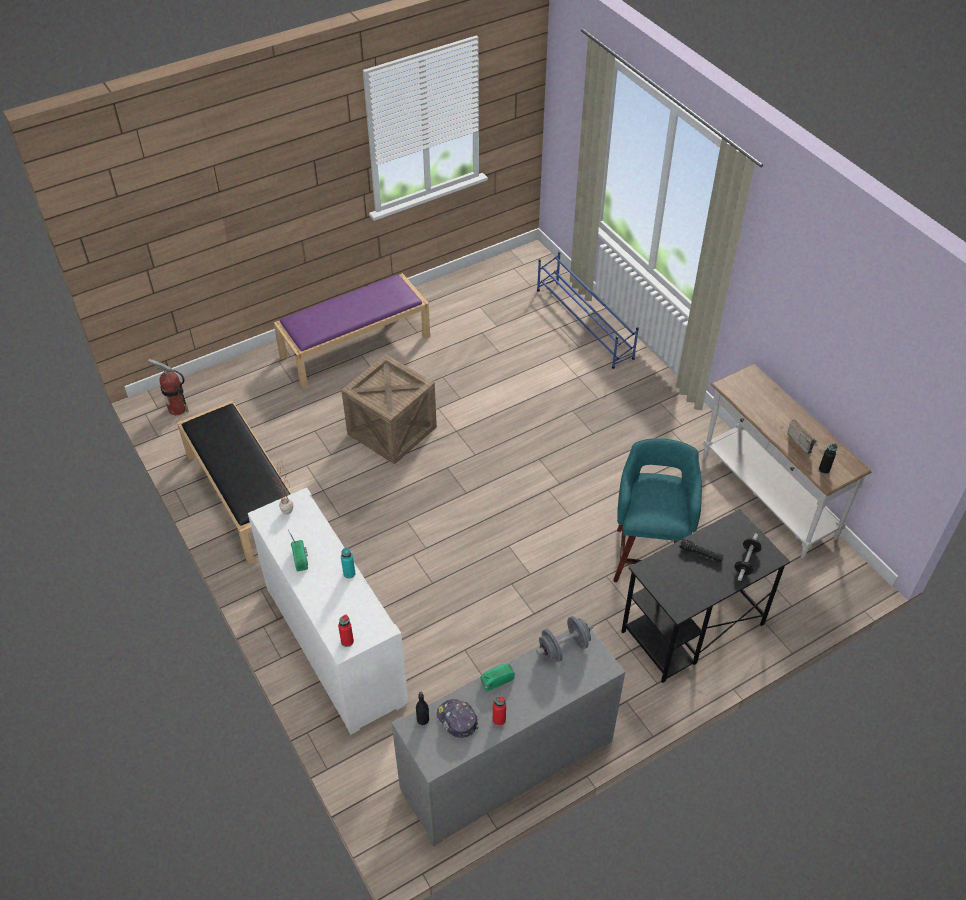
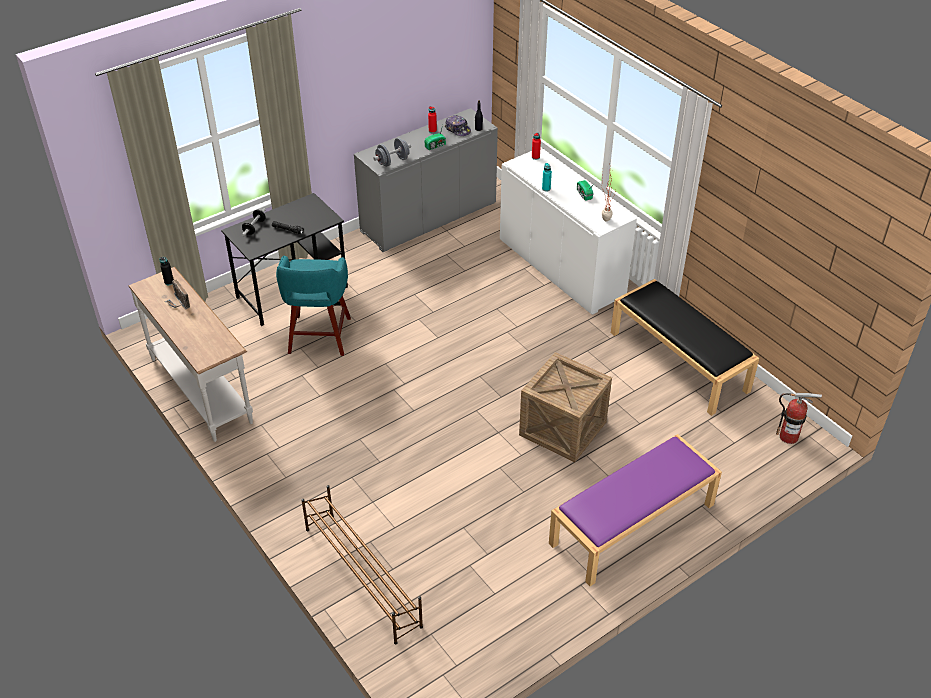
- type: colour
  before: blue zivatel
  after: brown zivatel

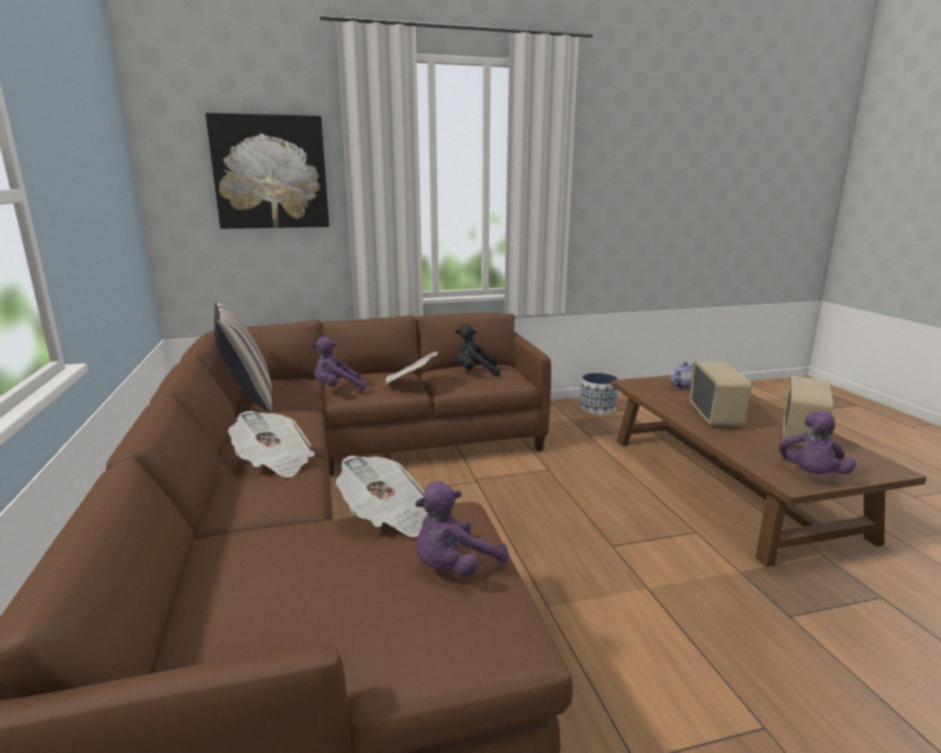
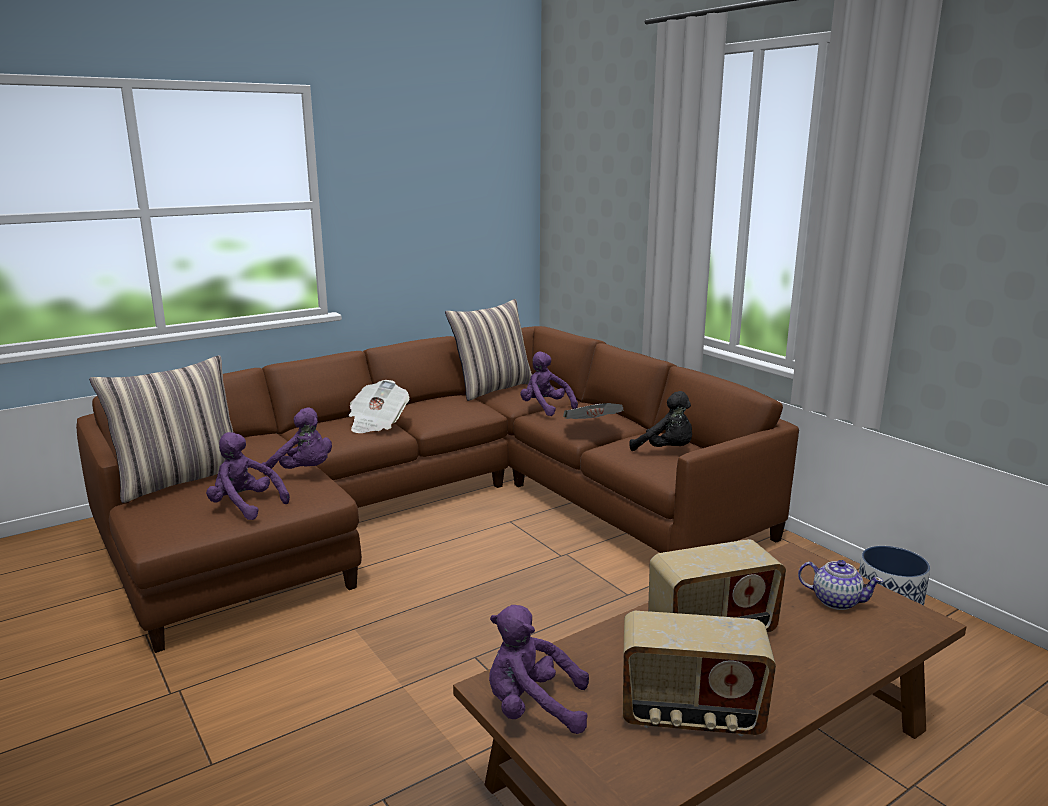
- type: appeared
  after: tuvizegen (no. 1 from left)
- type: exchanged
  before: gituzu (no. 2 from left)
  after: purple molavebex (no. 2 from left)
- type: spun
  before: black molavebex
  turn: 150
- type: missing
  before: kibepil

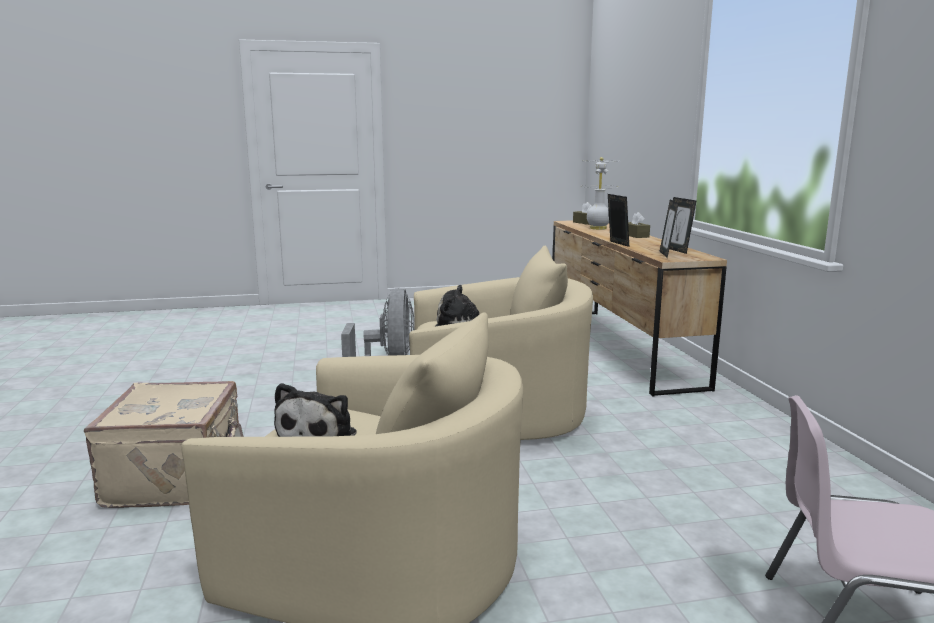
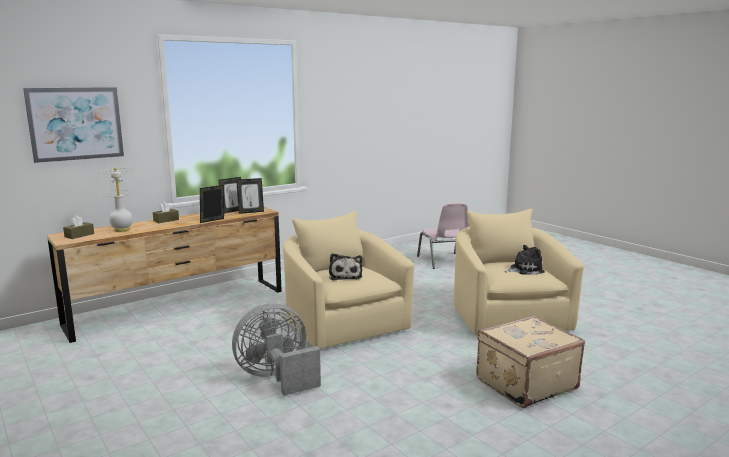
- type: appeared
  after: kibepil

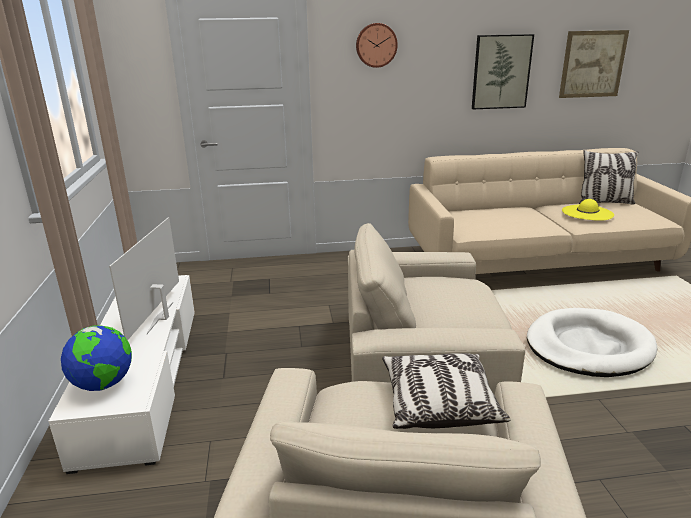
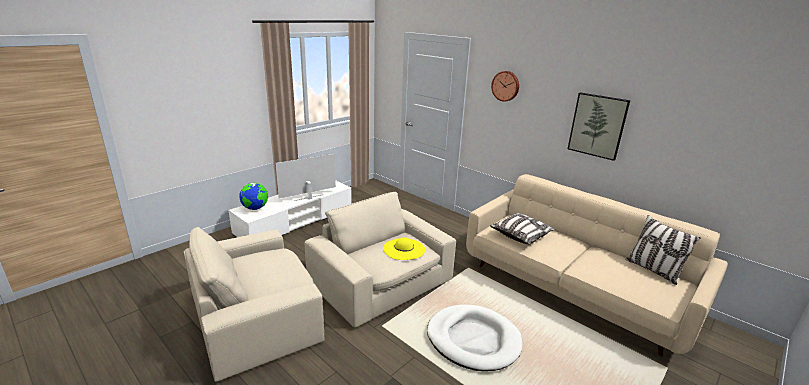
- type: relocated
  before: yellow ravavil
- type: relocated
  before: tuvizegen (no. 1 from left)
- type: missing
  before: kibepil (no. 2 from left)

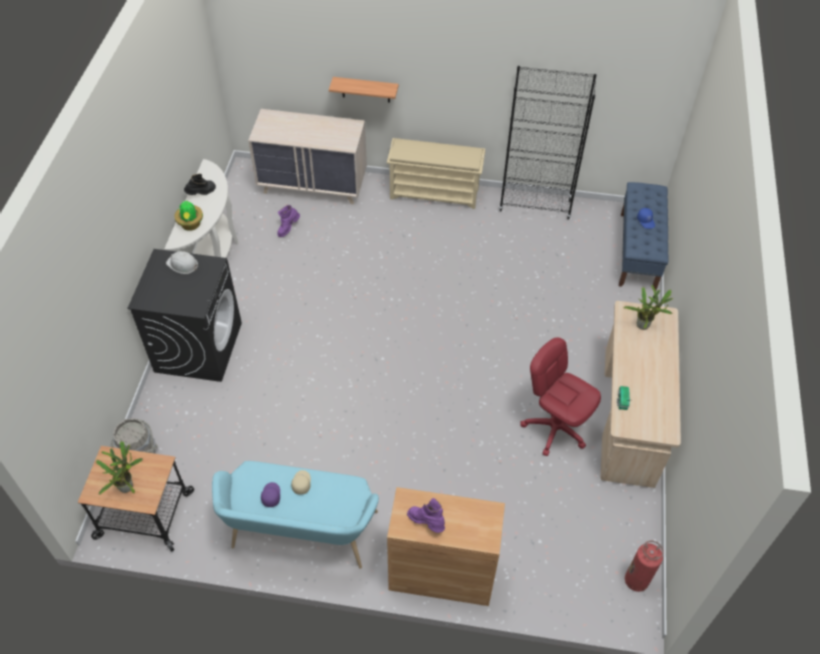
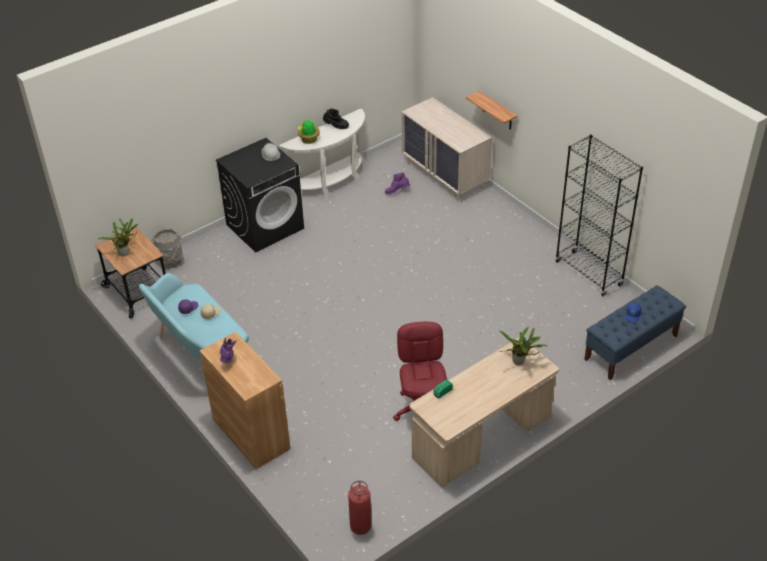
- type: missing
  before: beige zivatel

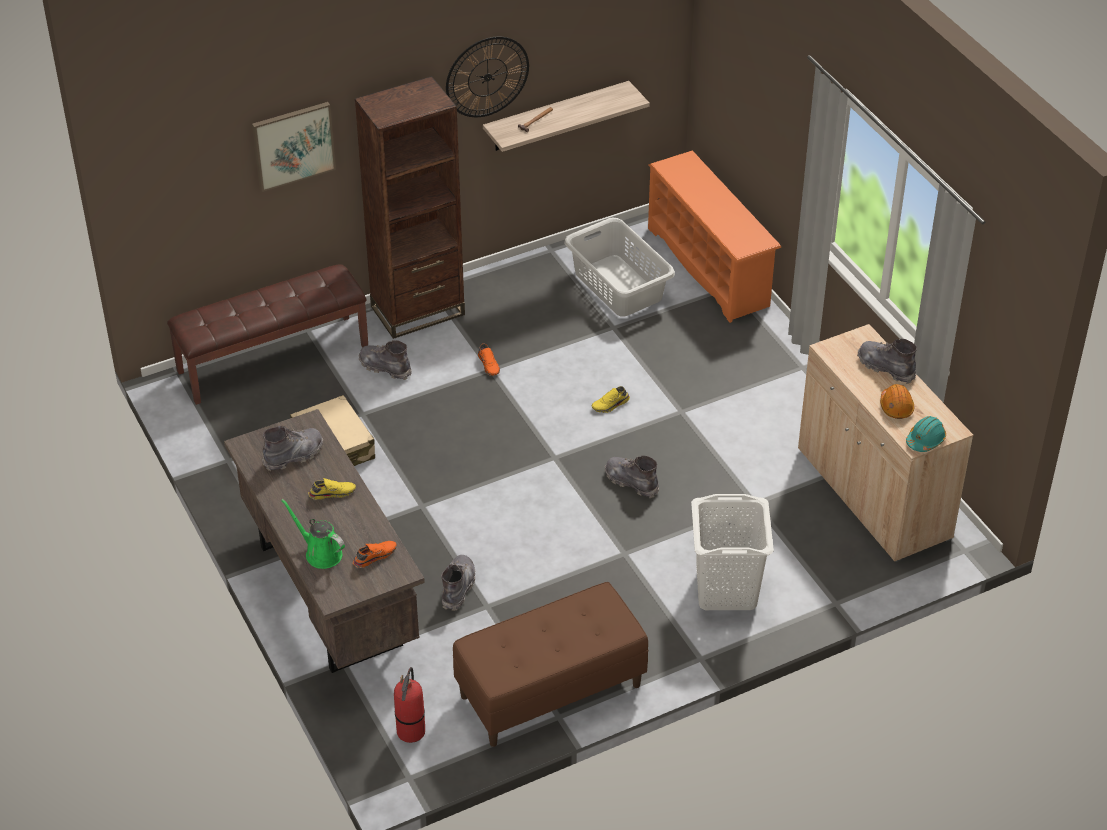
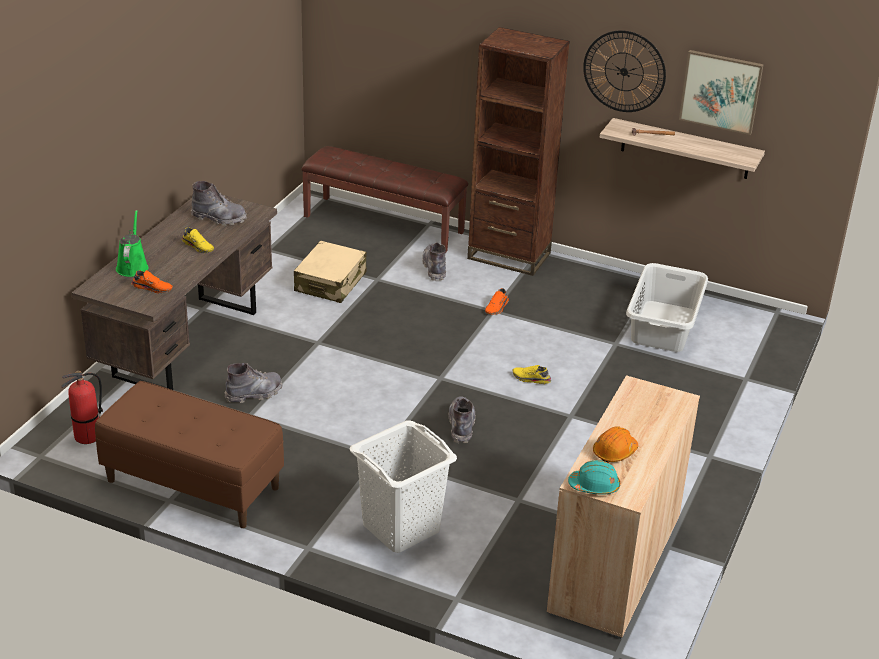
- type: relocated
  before: kibepil
- type: missing
  before: orange zivatel
- type: missing
  before: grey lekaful (no. 5 from left)

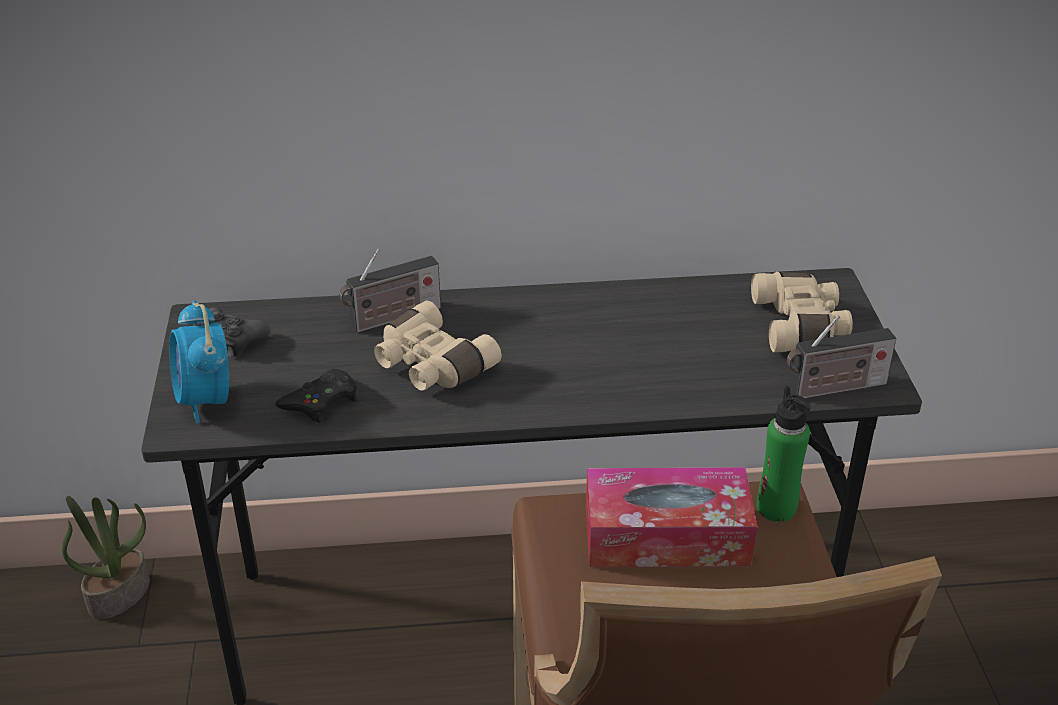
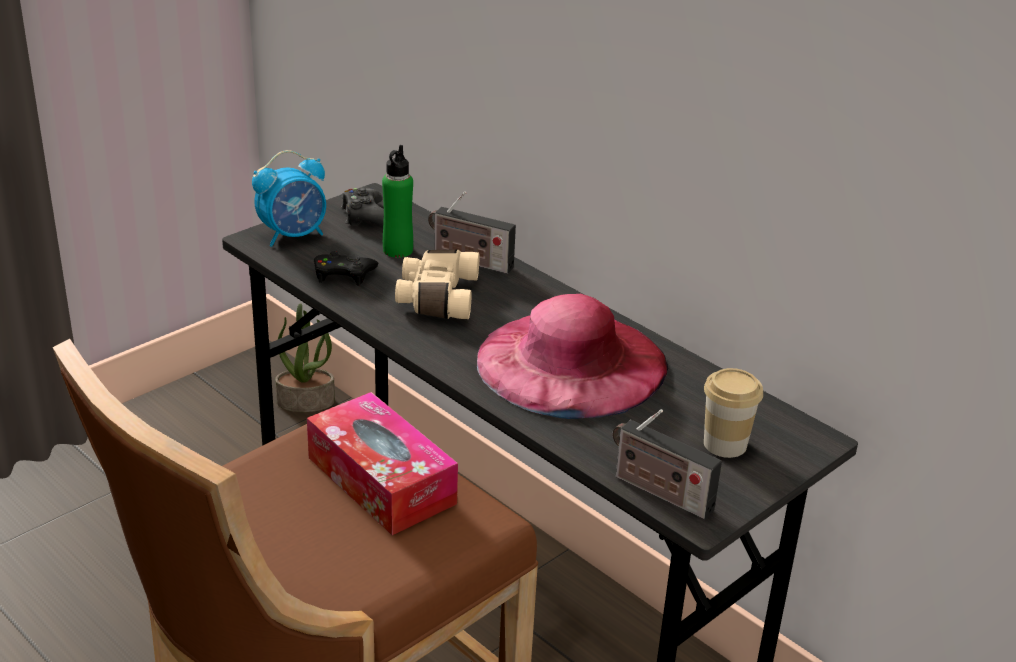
- type: spun
  before: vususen
  turn: -150
- type: relocated
  before: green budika
- type: appeared
  after: pink ravavil
- type: exchanged
  before: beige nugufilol (no. 2 from left)
  after: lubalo

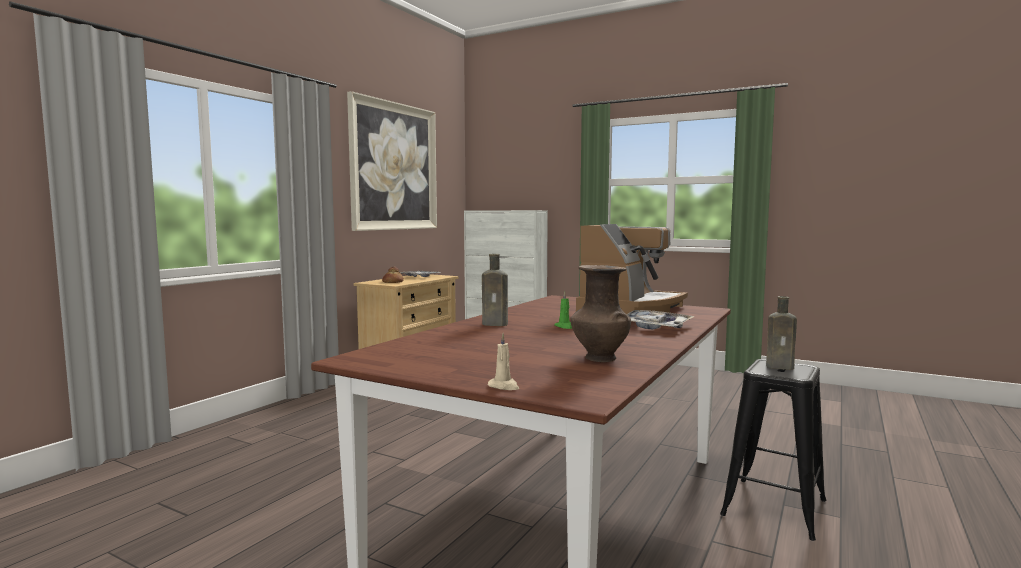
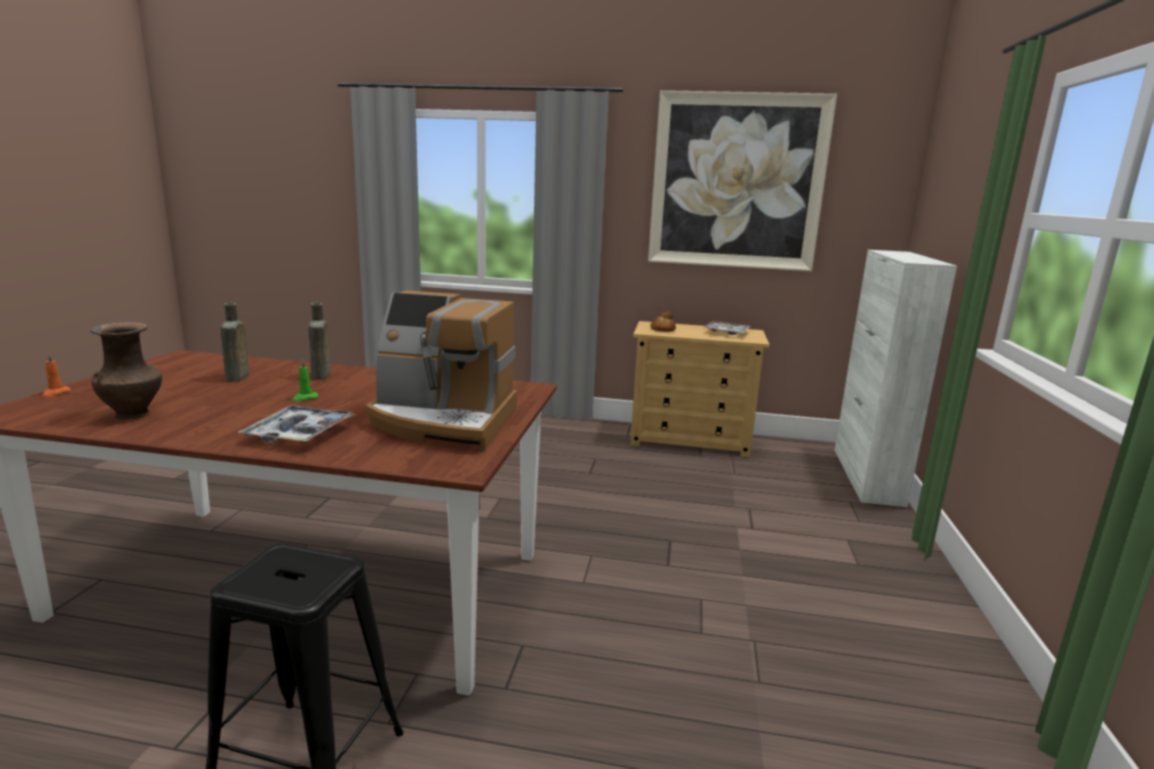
- type: colour
  before: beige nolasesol
  after: orange nolasesol
- type: relocated
  before: brown budika (no. 2 from left in the first image)
  after: brown budika (no. 1 from left)

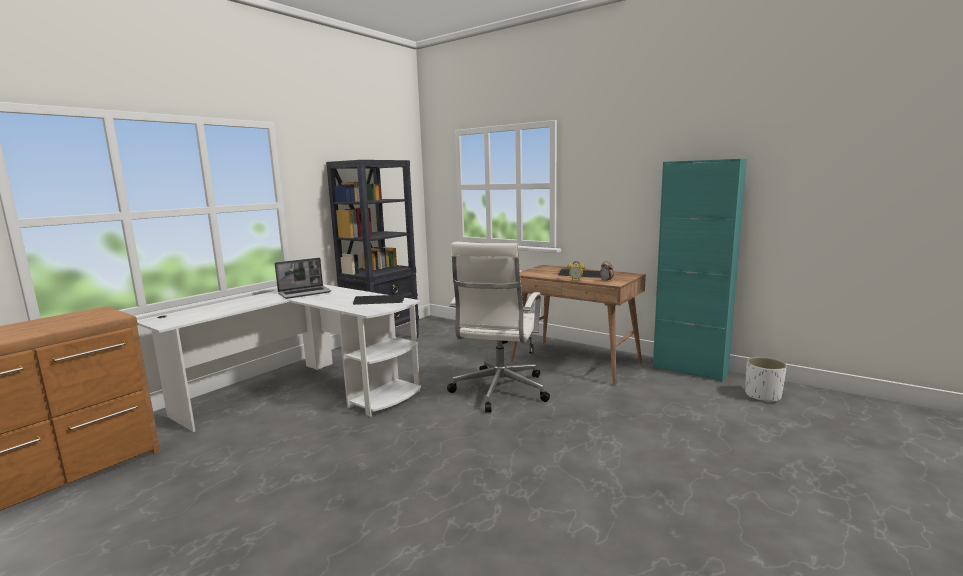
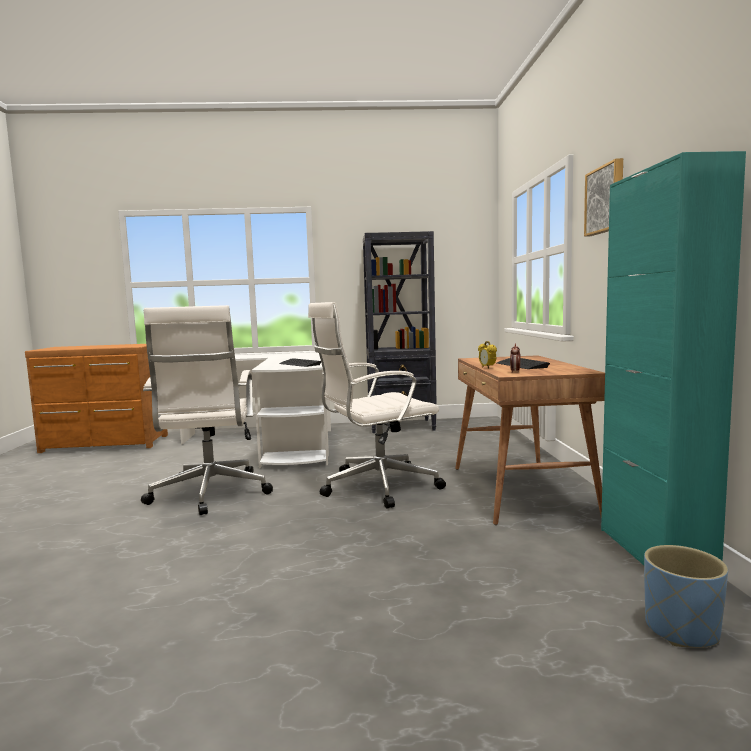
- type: appeared
  after: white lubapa (no. 1 from left)
- type: appeared
  after: kibepil
- type: colour
  before: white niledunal
  after: blue niledunal
- type: missing
  before: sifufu

